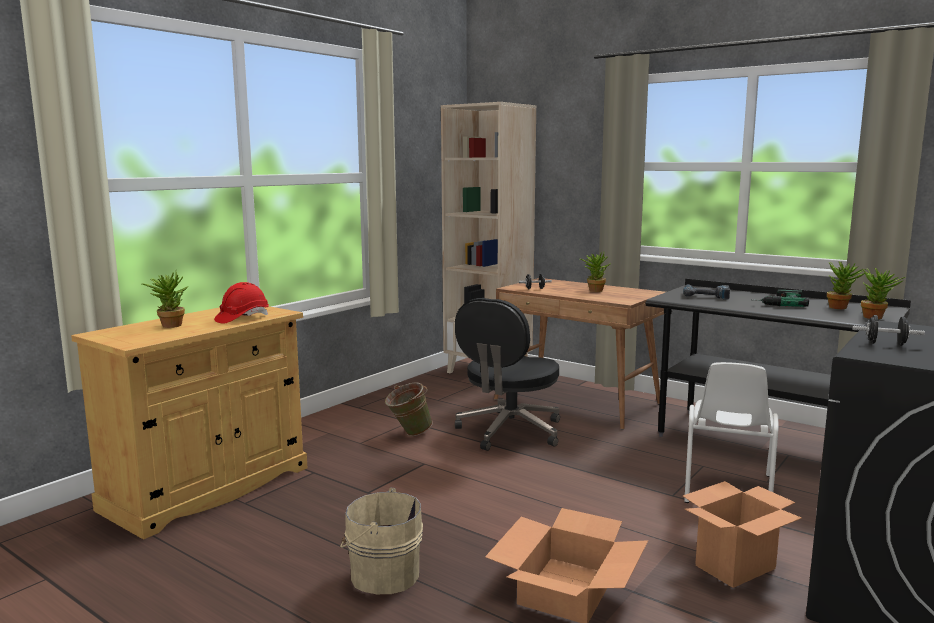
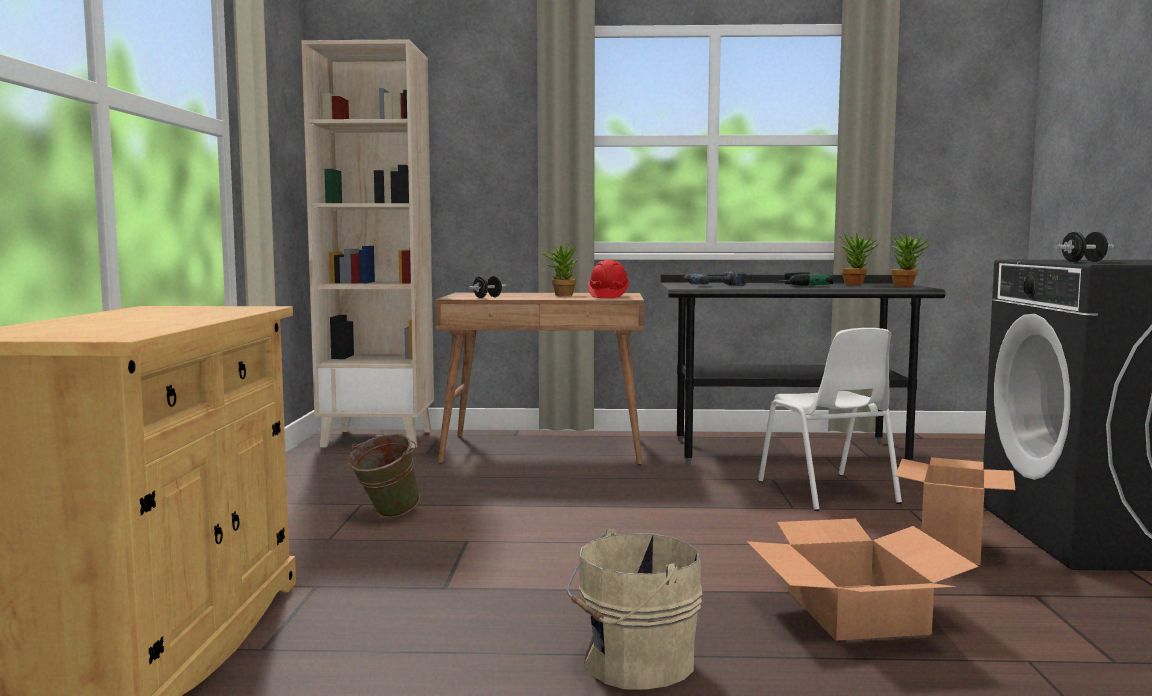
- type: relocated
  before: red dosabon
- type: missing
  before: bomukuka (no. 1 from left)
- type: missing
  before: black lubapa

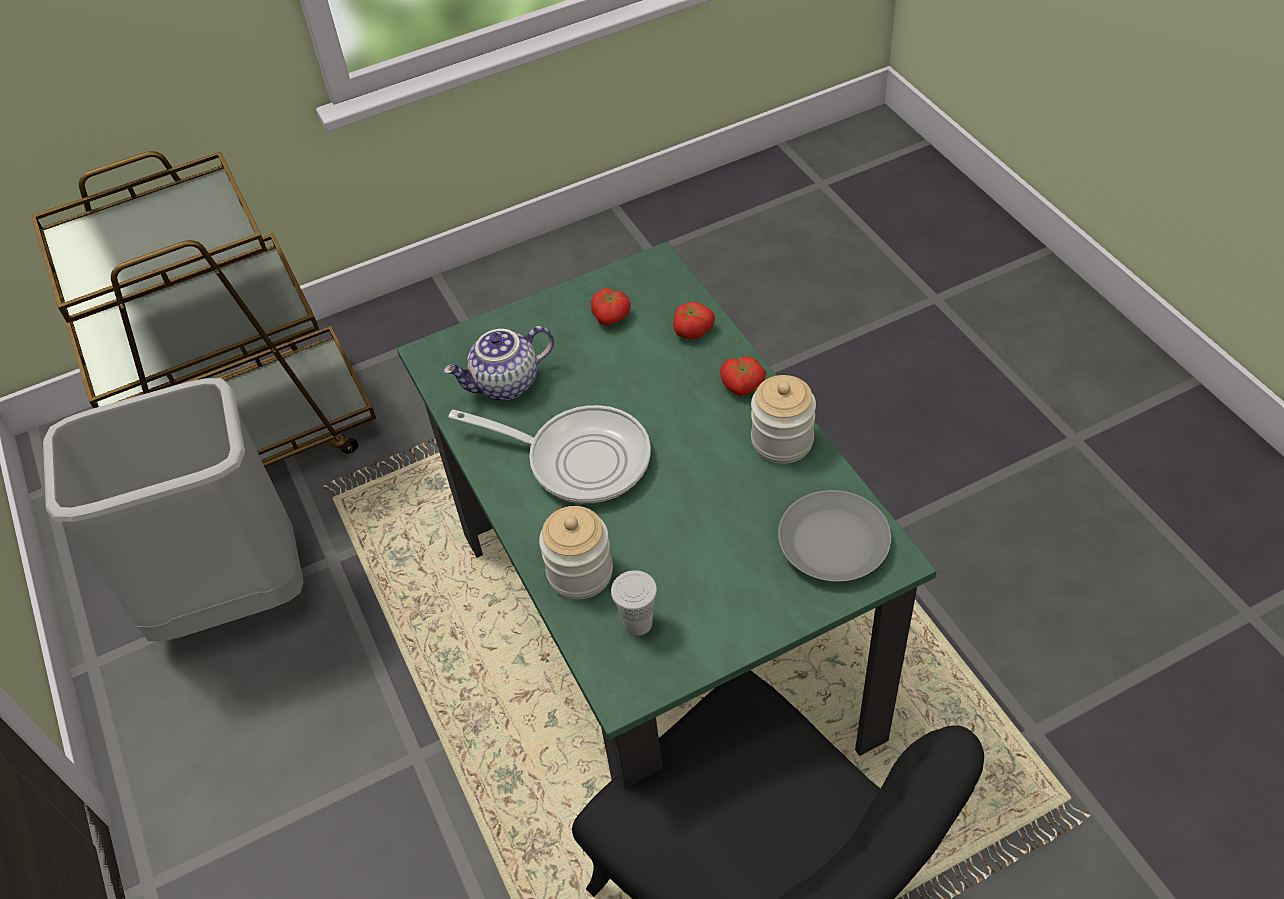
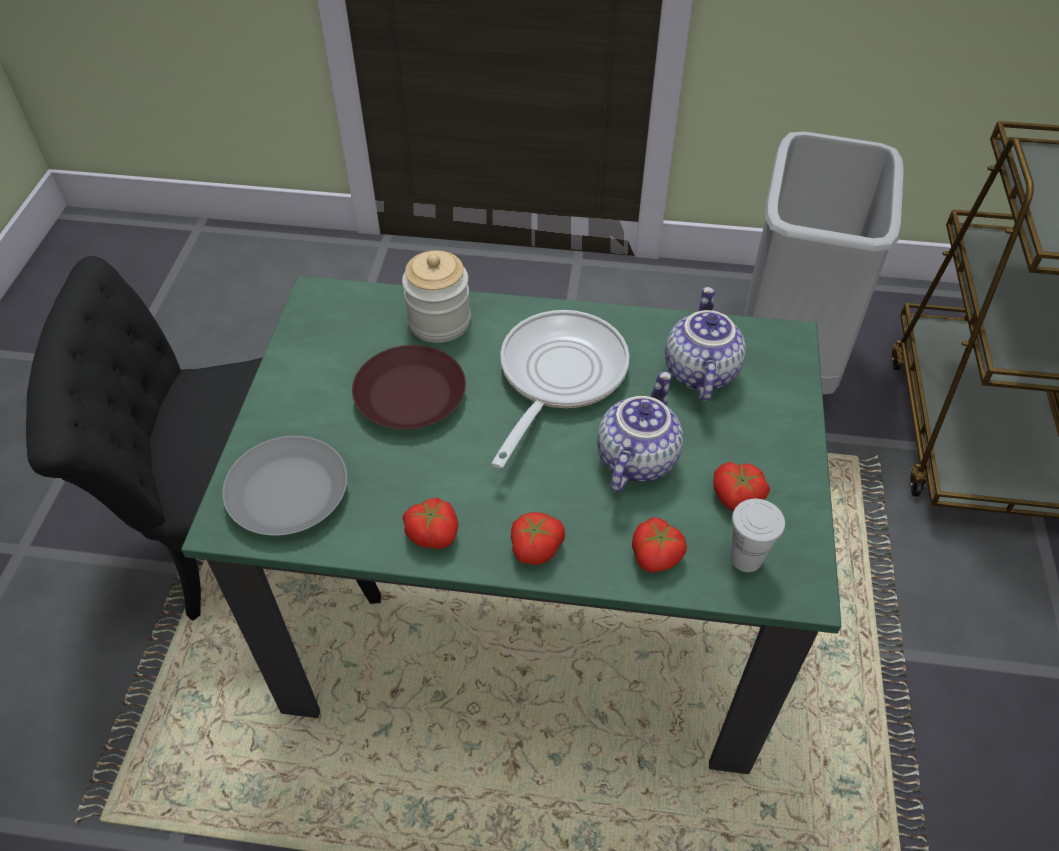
- type: appeared
  after: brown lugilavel
- type: exchanged
  before: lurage (no. 2 from left)
  after: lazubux (no. 1 from left)
- type: spun
  before: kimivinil
  turn: 150
- type: appeared
  after: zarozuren (no. 1 from left)
- type: relocated
  before: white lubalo

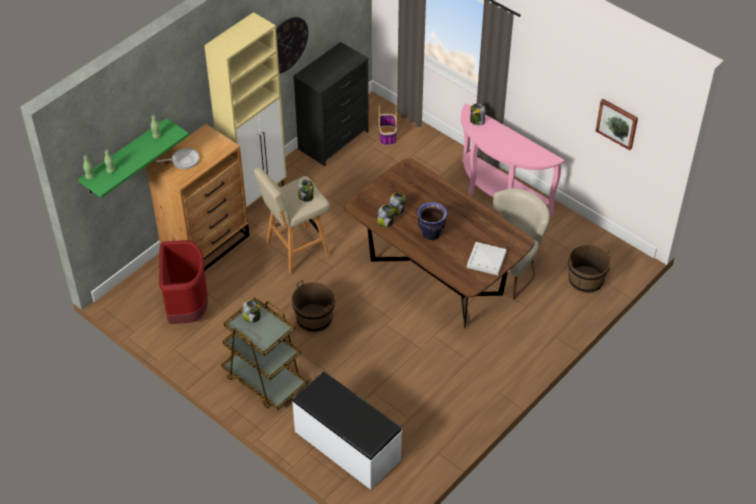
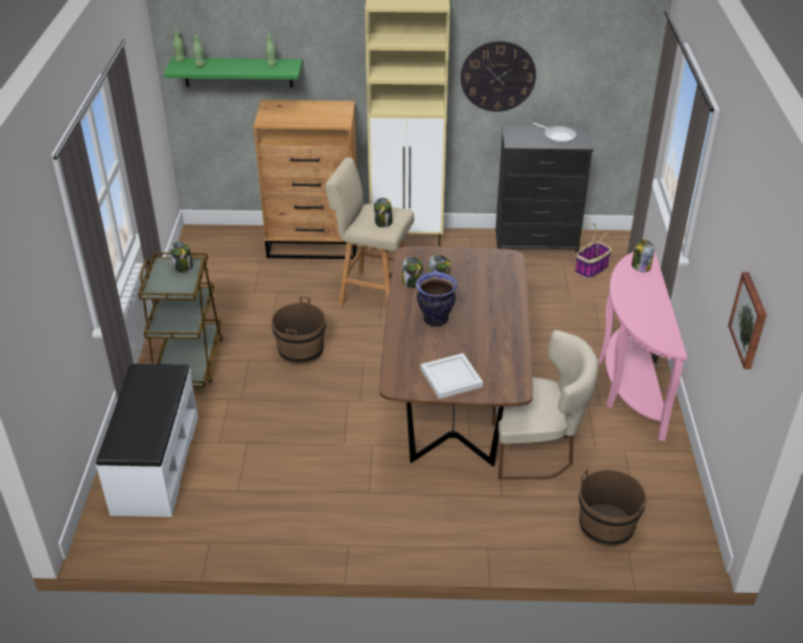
- type: relocated
  before: kimivinil
- type: missing
  before: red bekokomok

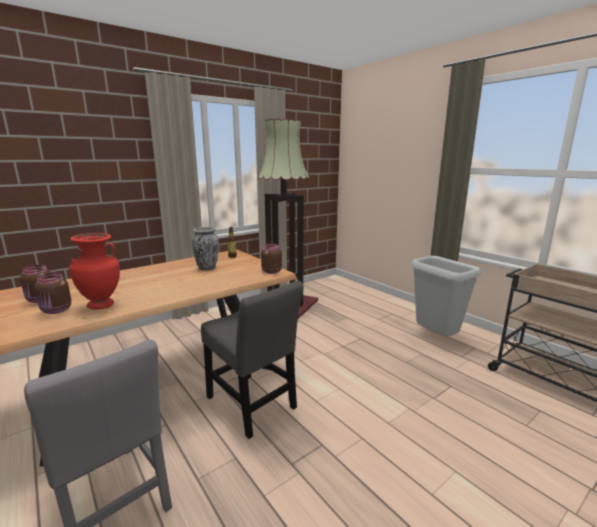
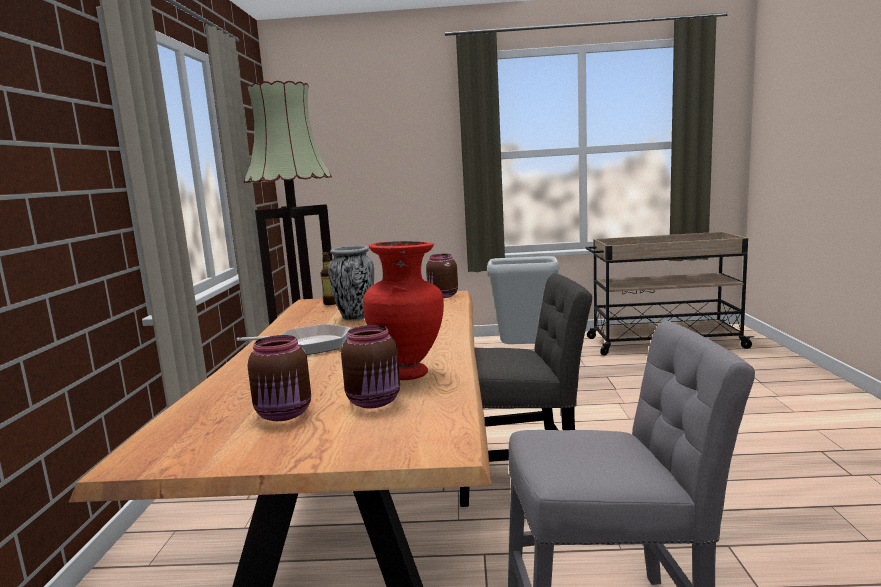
- type: appeared
  after: kimivinil

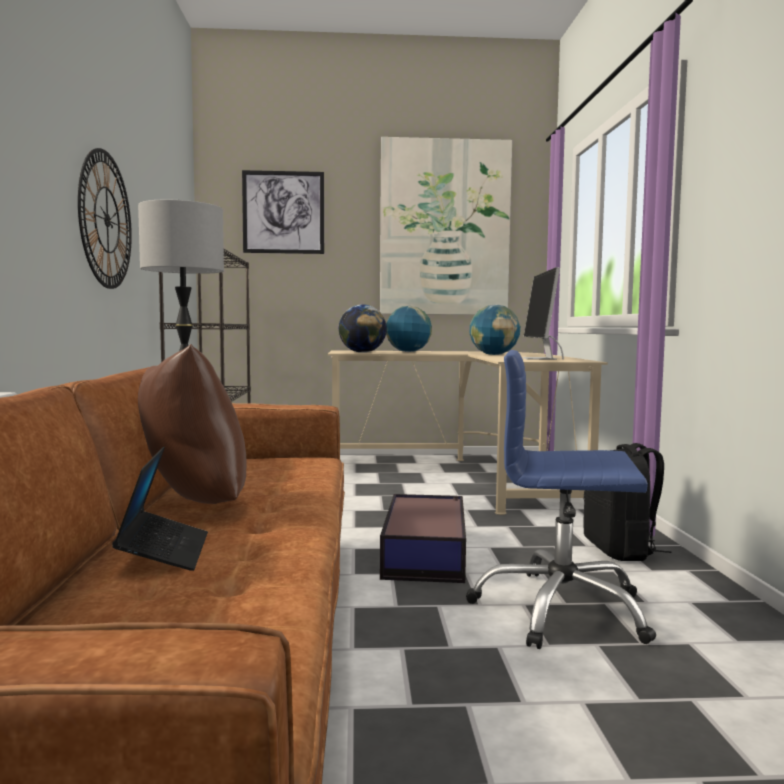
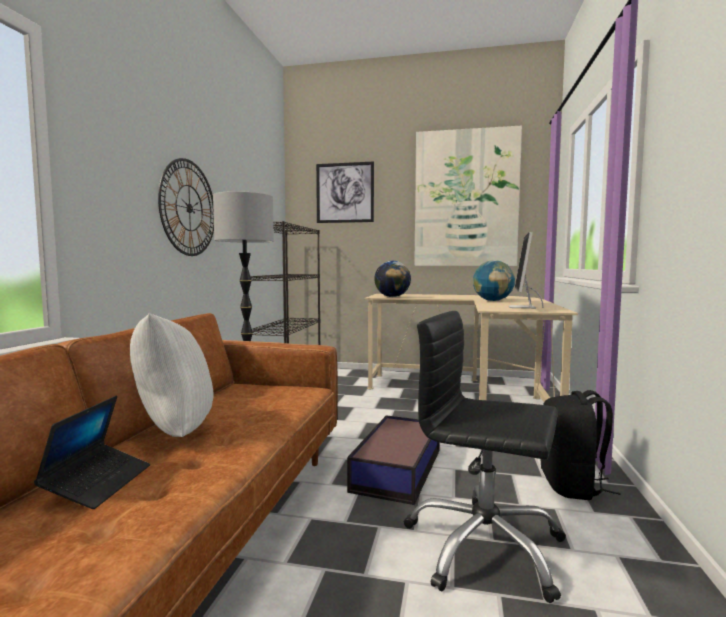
- type: colour
  before: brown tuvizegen
  after: white tuvizegen
- type: colour
  before: blue lubapa
  after: black lubapa
- type: missing
  before: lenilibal (no. 2 from left)

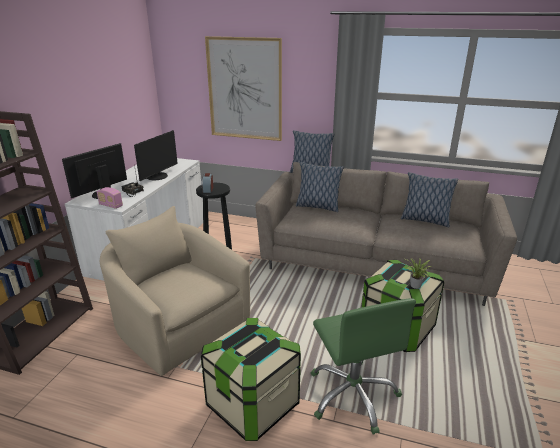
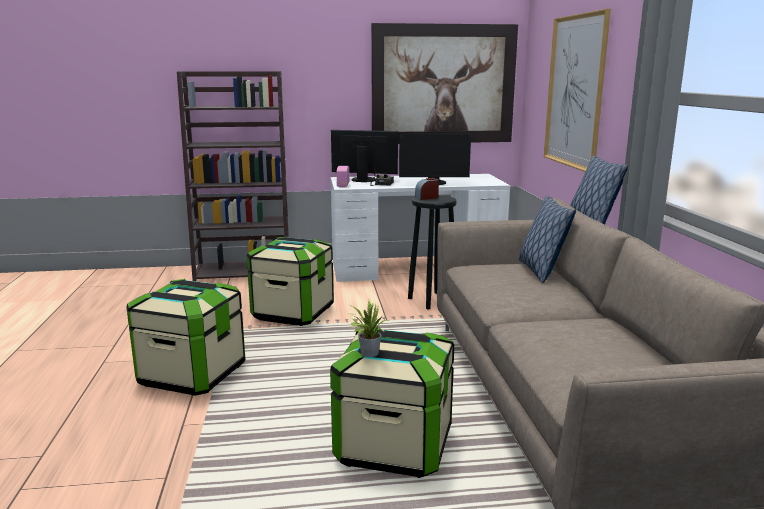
- type: exchanged
  before: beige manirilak
  after: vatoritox (no. 2 from left)
- type: appeared
  after: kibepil (no. 1 from left)
- type: missing
  before: green lubapa
- type: missing
  before: tuvizegen (no. 3 from left)

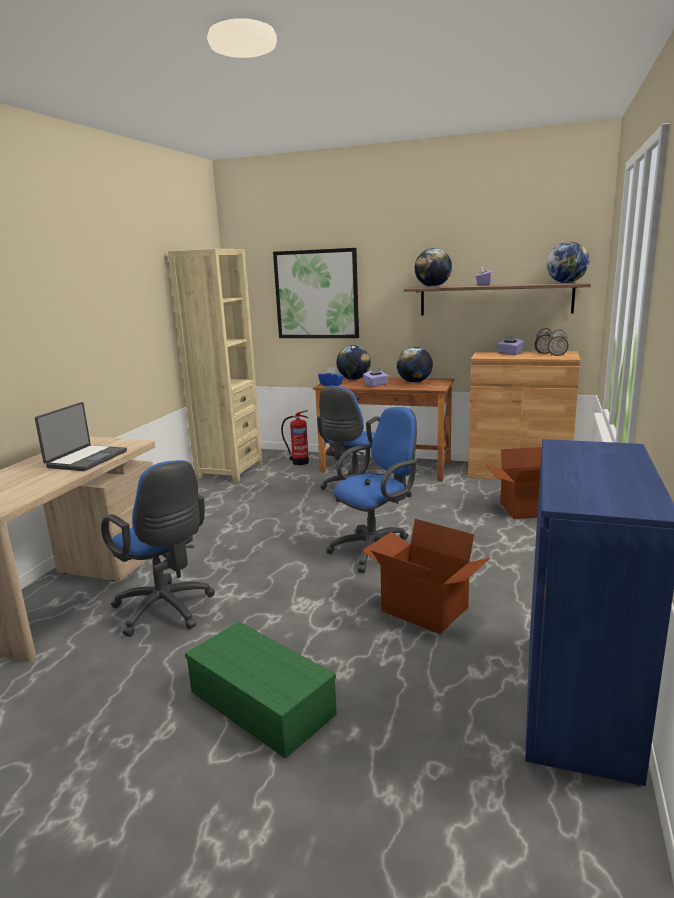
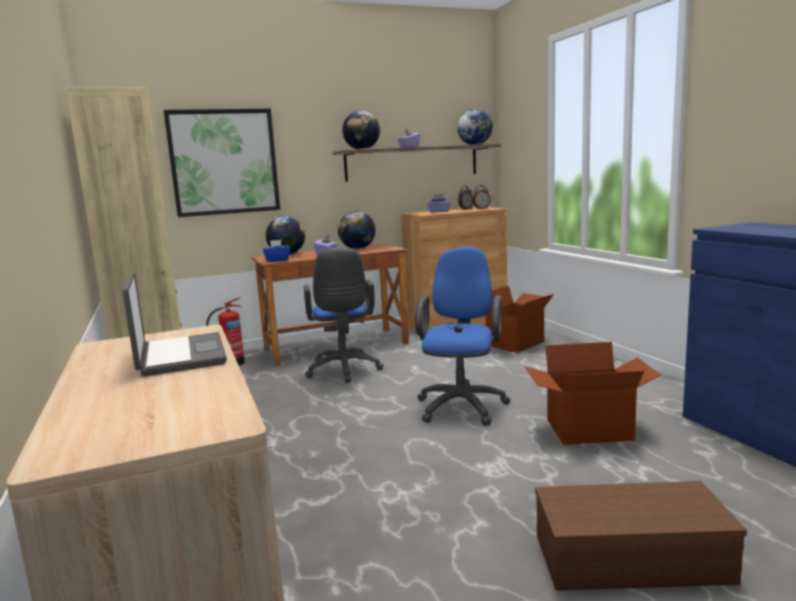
- type: colour
  before: green vatoritox
  after: brown vatoritox
- type: missing
  before: blue lubapa (no. 1 from left)

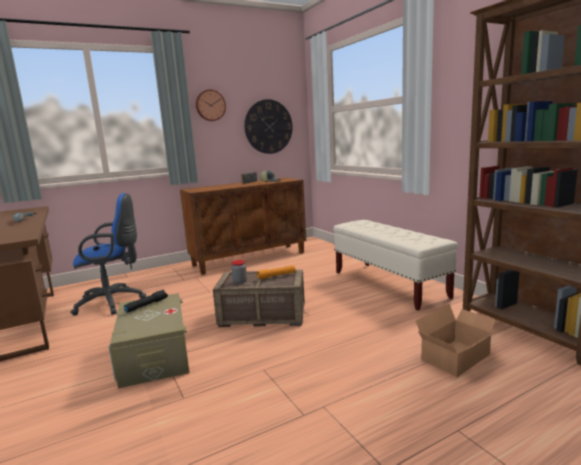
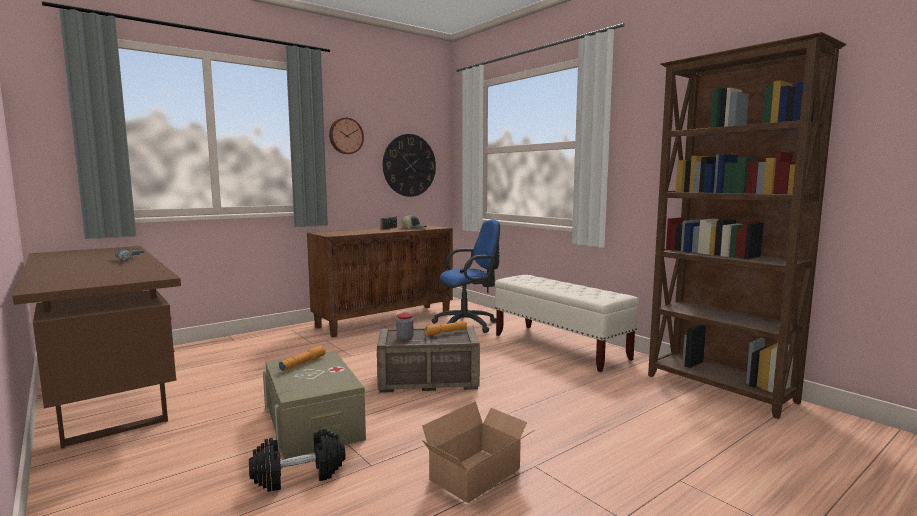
- type: appeared
  after: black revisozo
- type: colour
  before: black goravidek
  after: orange goravidek (no. 1 from left)
- type: relocated
  before: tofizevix
- type: relocated
  before: blue lubapa

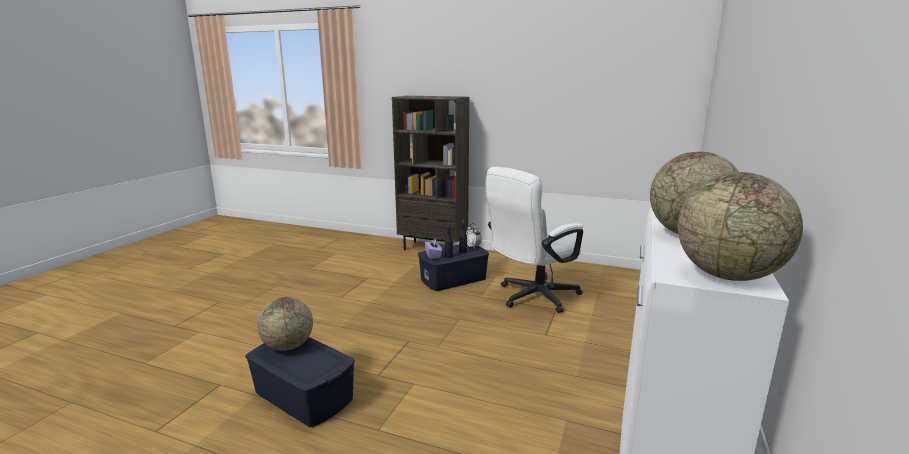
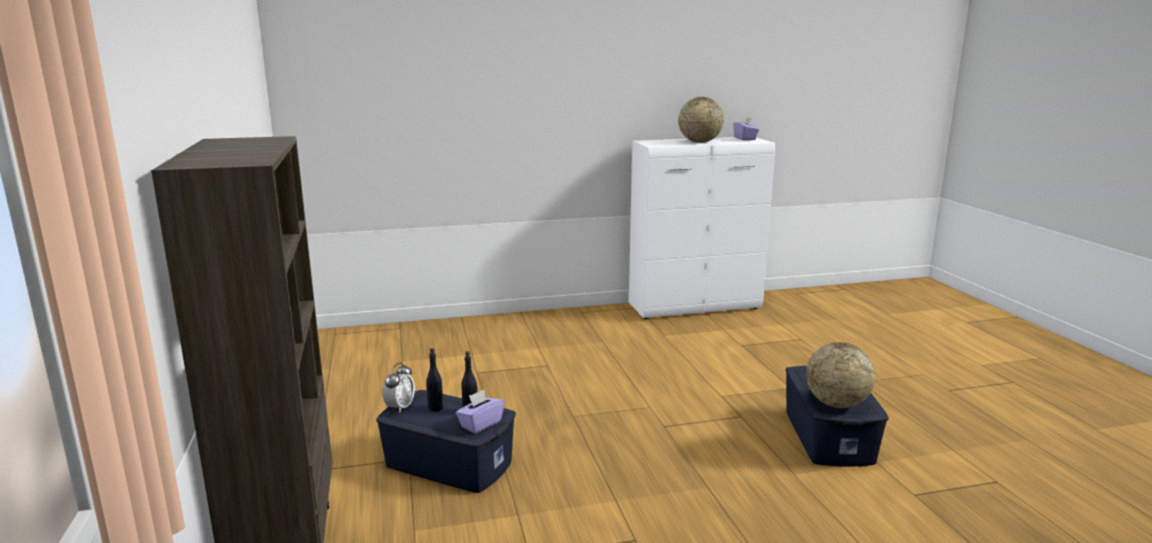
- type: exchanged
  before: lenilibal (no. 3 from left)
  after: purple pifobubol (no. 2 from left)
- type: missing
  before: white lubapa

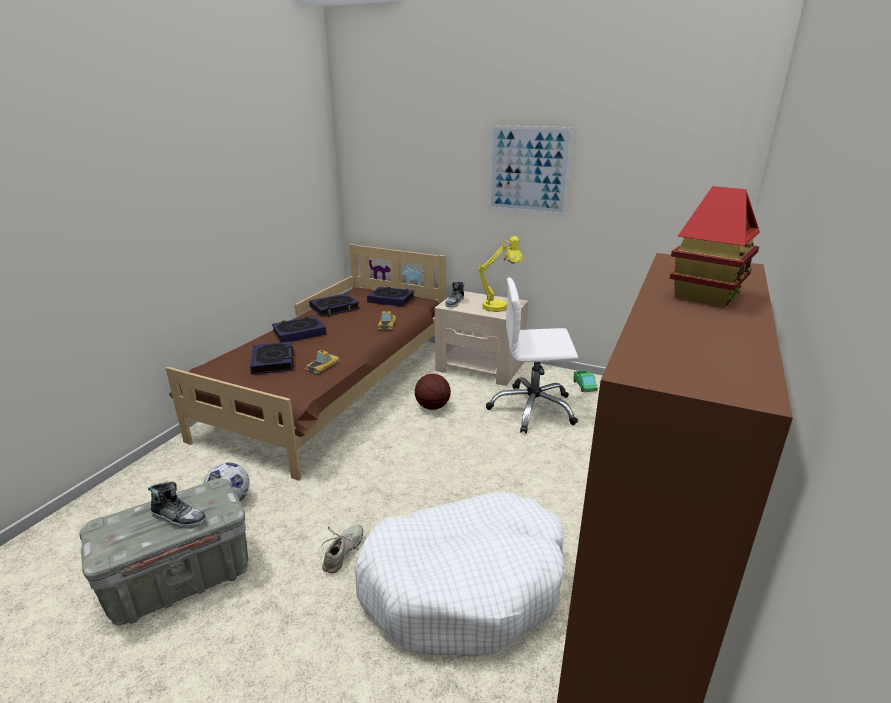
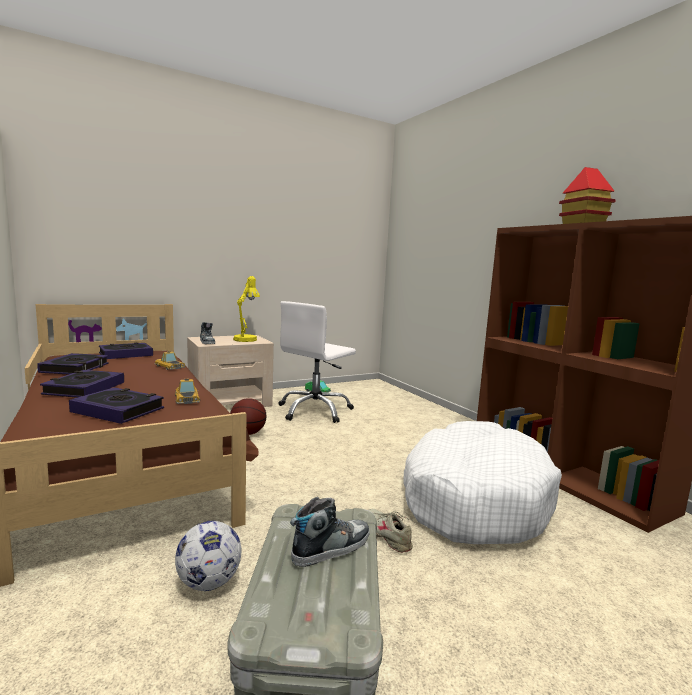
- type: missing
  before: kibepil

